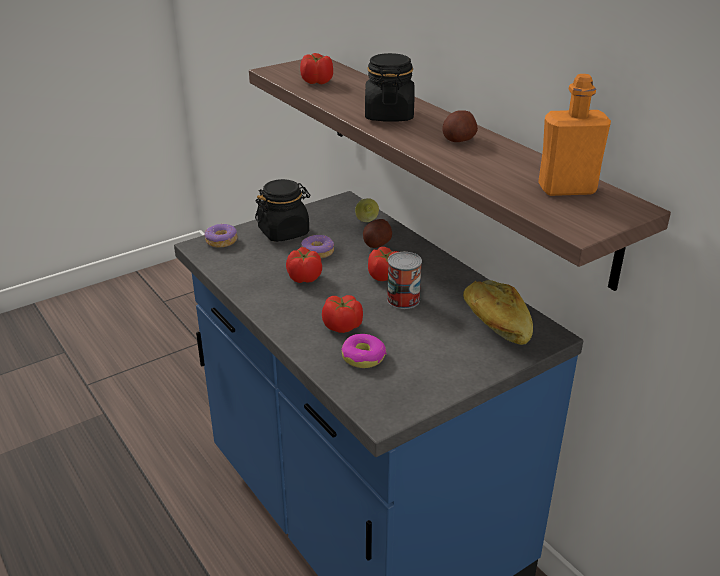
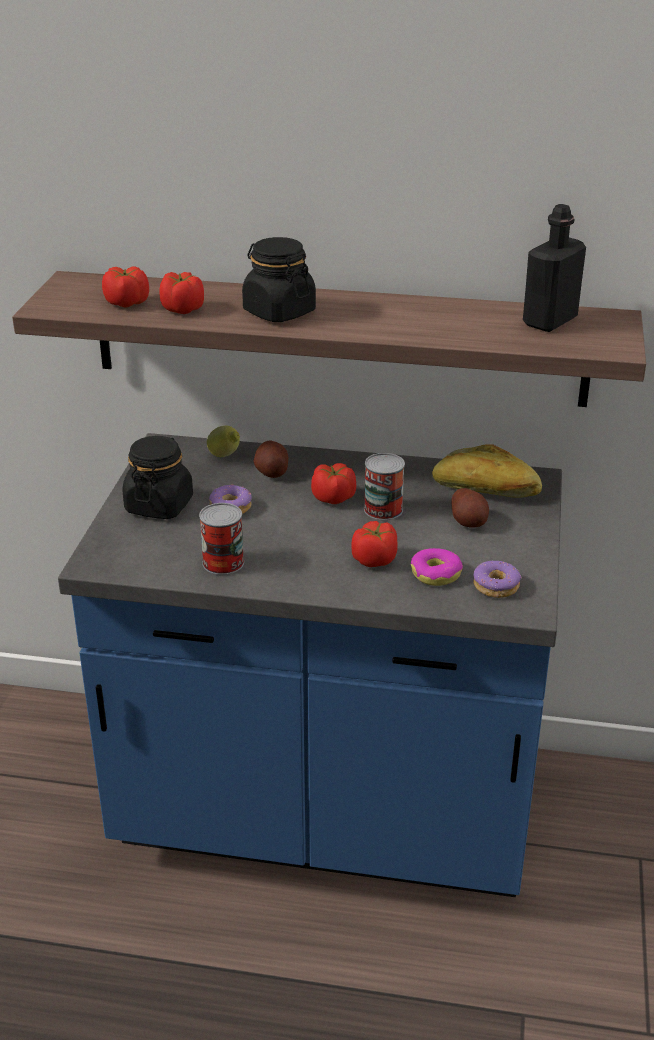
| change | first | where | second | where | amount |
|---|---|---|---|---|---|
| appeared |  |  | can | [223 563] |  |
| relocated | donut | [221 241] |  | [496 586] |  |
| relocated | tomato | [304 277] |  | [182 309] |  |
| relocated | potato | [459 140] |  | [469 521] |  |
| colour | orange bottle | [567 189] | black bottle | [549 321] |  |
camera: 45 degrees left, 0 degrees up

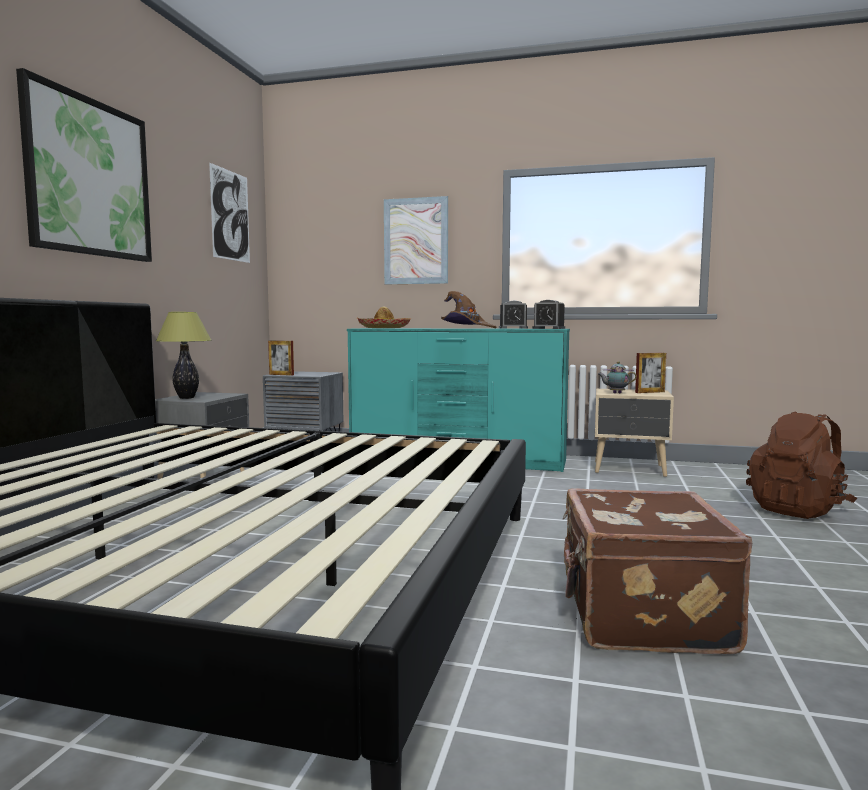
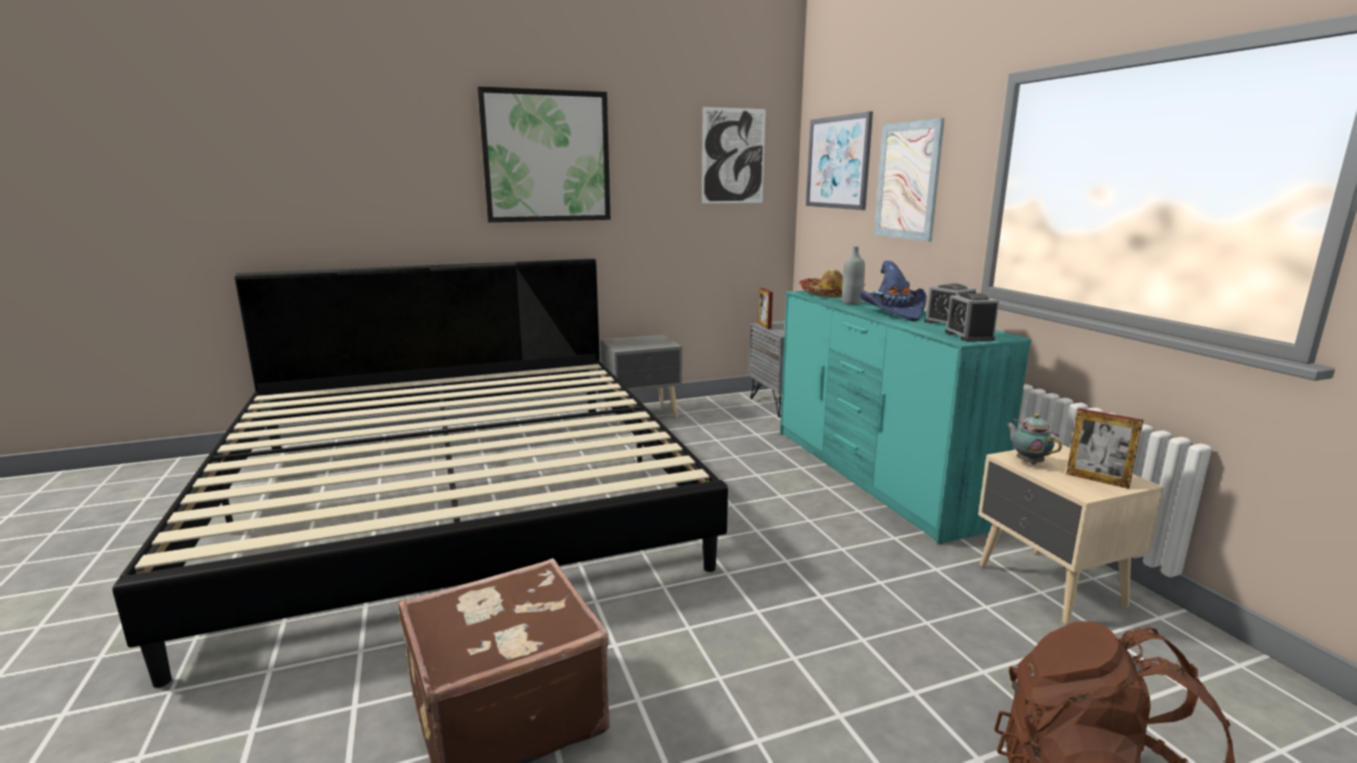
| change | first | where | second | where | amount |
|---|---|---|---|---|---|
| missing | table lamp | [187 398] |  |  |  |
| appeared |  |  | picture | [838 162] |  |
| appeared |  |  | grey bottle | [851 302] |  |
| colour | brown hat | [466 328] | blue hat | [893 313] |  |
camera: 55 degrees right, 10 degrees up

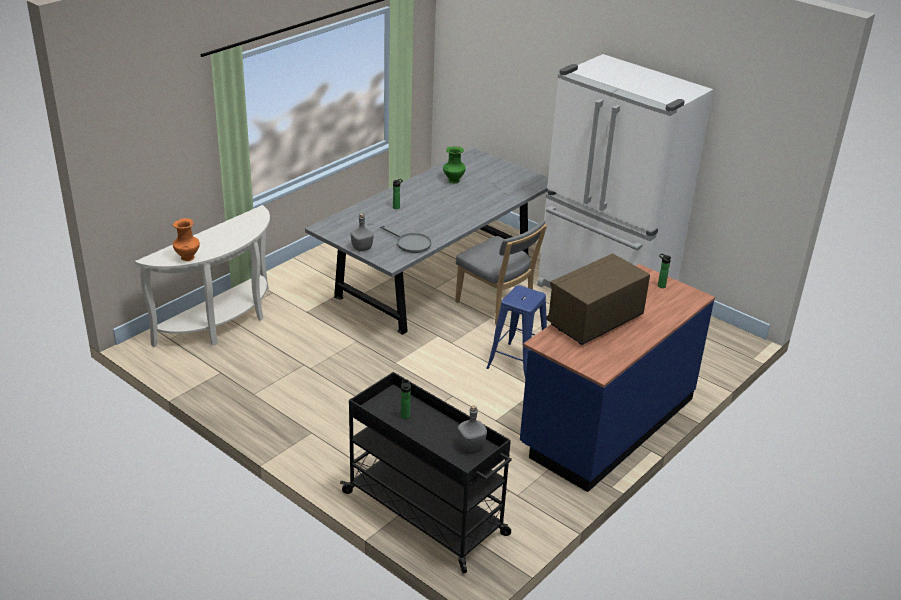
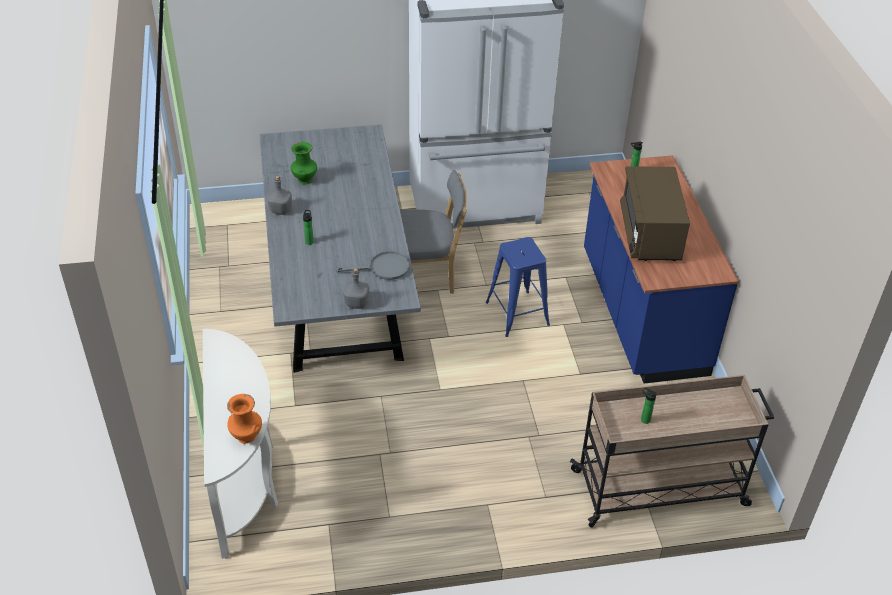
| change | first | where | second | where | amount |
|---|---|---|---|---|---|
| relocated | grey bottle | [471 445] |  | [280 210] |  |
| colour | black cart | [426 514] | beige cart | [661 488] |  |
camera: 50 degrees left, 10 degrees up

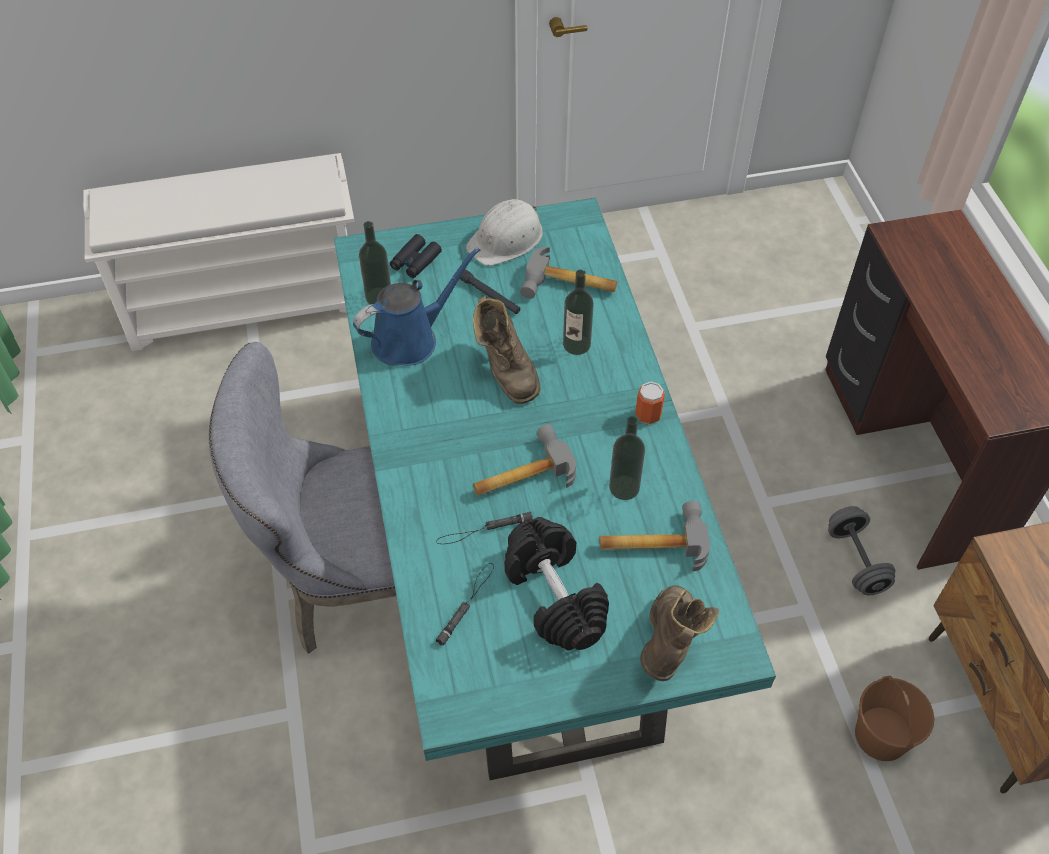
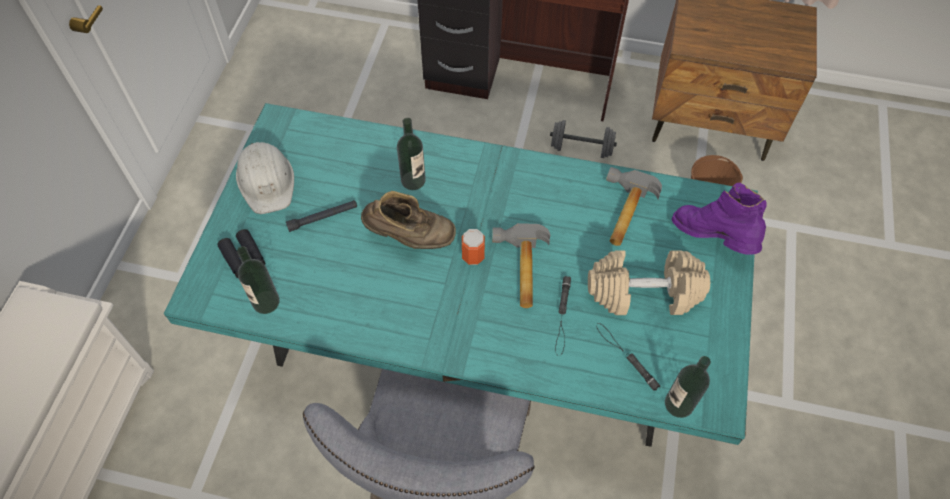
| change | first | where | second | where | amount |
|---|---|---|---|---|---|
| missing | blue watering can | [410 339] |  |  |  |
| missing | hammer | [570 286] |  |  |  |
| relocated | bottle | [624 487] |  | [679 404] |  |
| relocated | can | [648 415] |  | [473 256] |  |
| colour | black dumbbell | [554 596] | beige dumbbell | [643 293] |  |
| colour | brown boot | [669 645] | purple boot | [713 239] |  |
camera: 65 degrees left, 5 degrees up

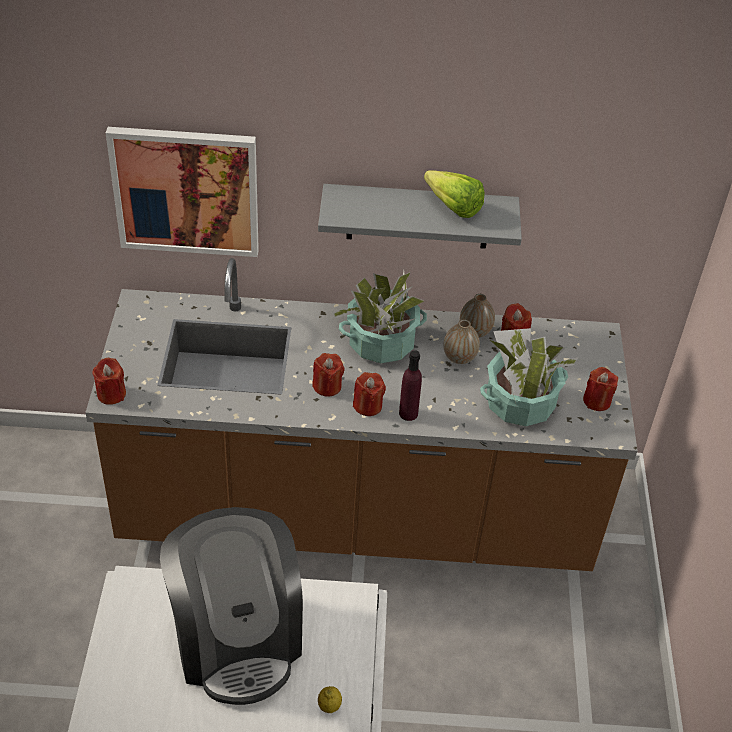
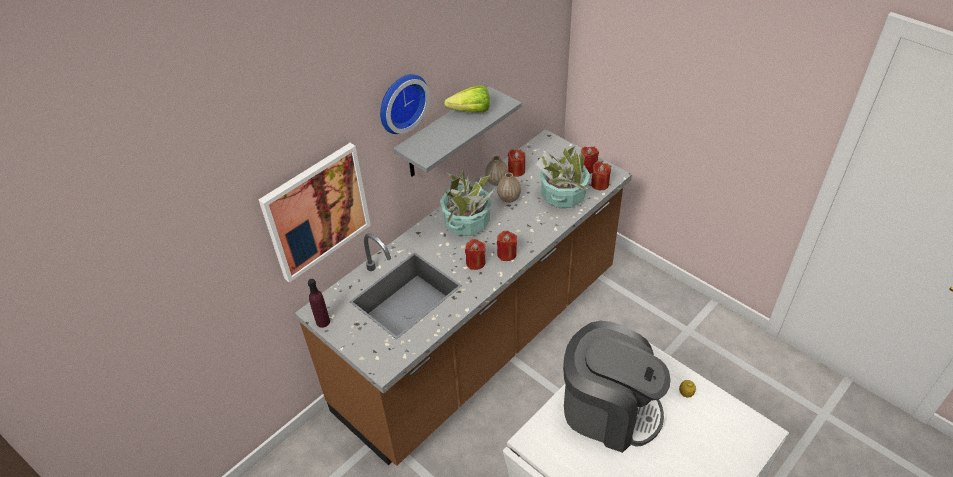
| change | first | where | second | where | amount |
|---|---|---|---|---|---|
| appeared |  |  | wall clock | [400 102] |  |
| relocated | red candle | [111 394] |  | [600 184] |  |
| relocated | purple bottle | [408 413] |  | [323 322] |  |
camera: 45 degrees left, 0 degrees up

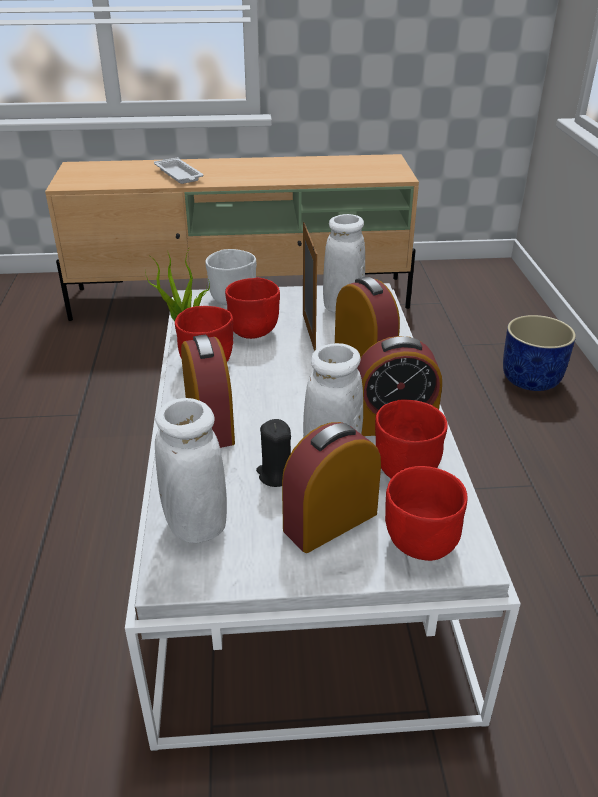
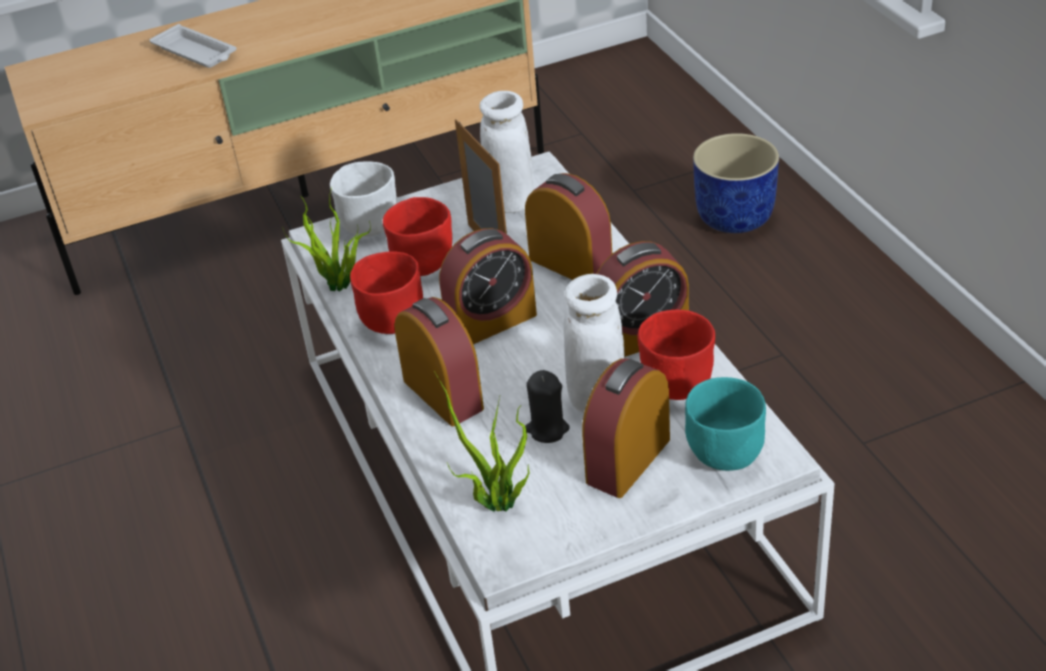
| change | first | where | second | where | amount |
|---|---|---|---|---|---|
| appeared |  |  | alarm clock | [491 322] |  |
| exchanged | white vase | [196 525] | potted plant | [496 505] |  |
| colour | red bowl | [420 545] | turquoise bowl | [724 456] |  |
camera: 15 degrees left, 5 degrees up

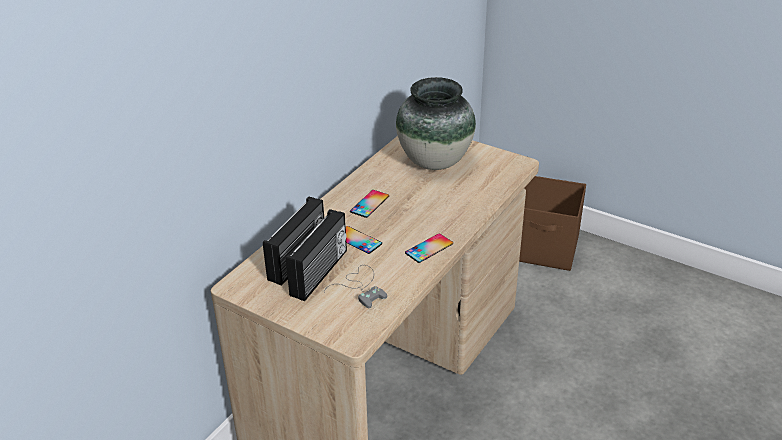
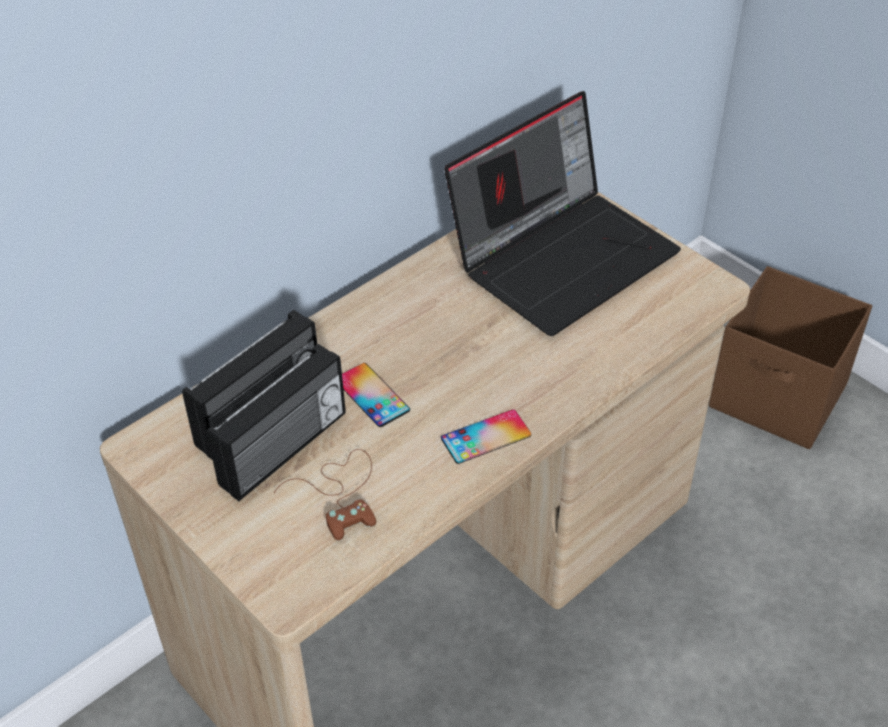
| change | first | where | second | where | amount |
|---|---|---|---|---|---|
| missing | phone | [369 204] |  |  |  |
| exchanged | vase | [434 161] | laptop | [563 256] |  |
| colour | grey game controller | [361 287] | brown game controller | [341 493] |  |
camera: 15 degrees right, 10 degrees up

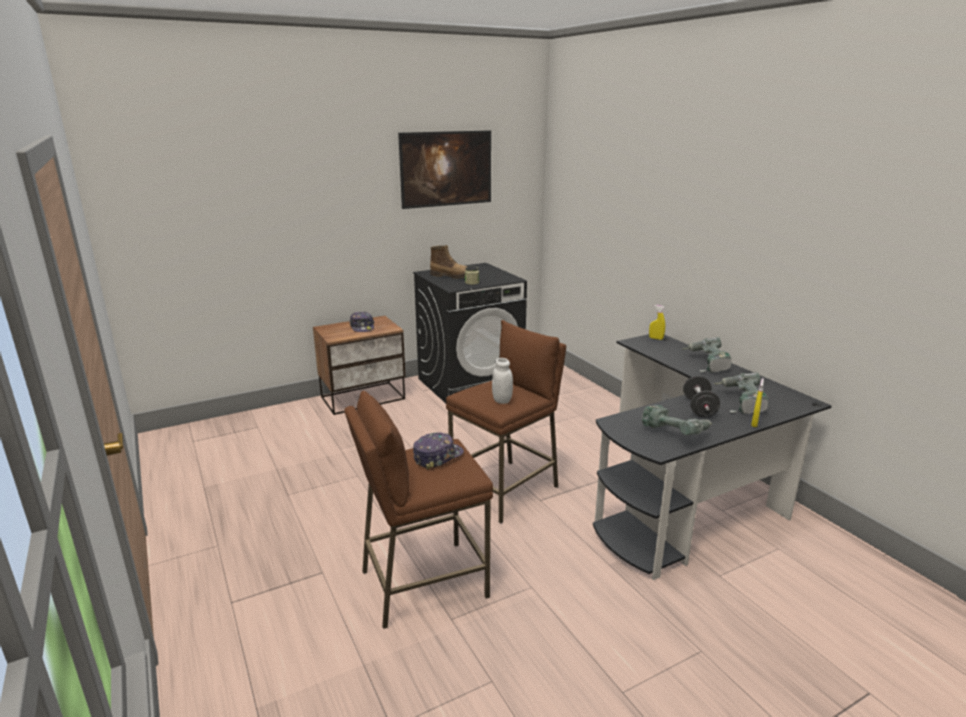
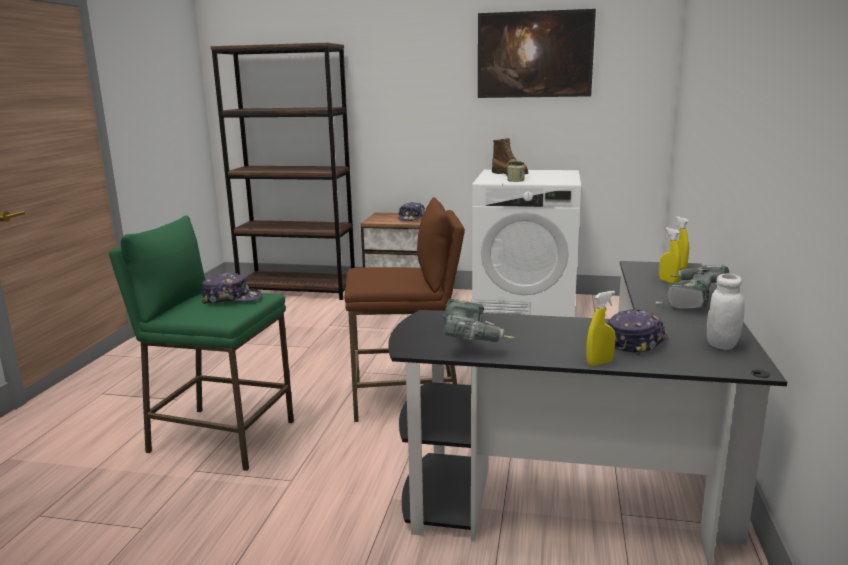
| change | first | where | second | where | amount |
|---|---|---|---|---|---|
| missing | black dumbbell | [699 408] |  |  |  |
| appeared |  |  | brown bookcase | [298 290] |  |
| appeared |  |  | yellow spray bottle | [668 281] |  |
| relocated | white jar | [502 400] |  | [722 345] |  |
| exchanged | power drill | [740 403] | cap | [636 341] |  |
| colour | brown stool | [423 583] | green stool | [221 437] |  |
| colour | black washing machine | [470 384] | white washing machine | [525 308] |  |
camera: 40 degrees right, 5 degrees down

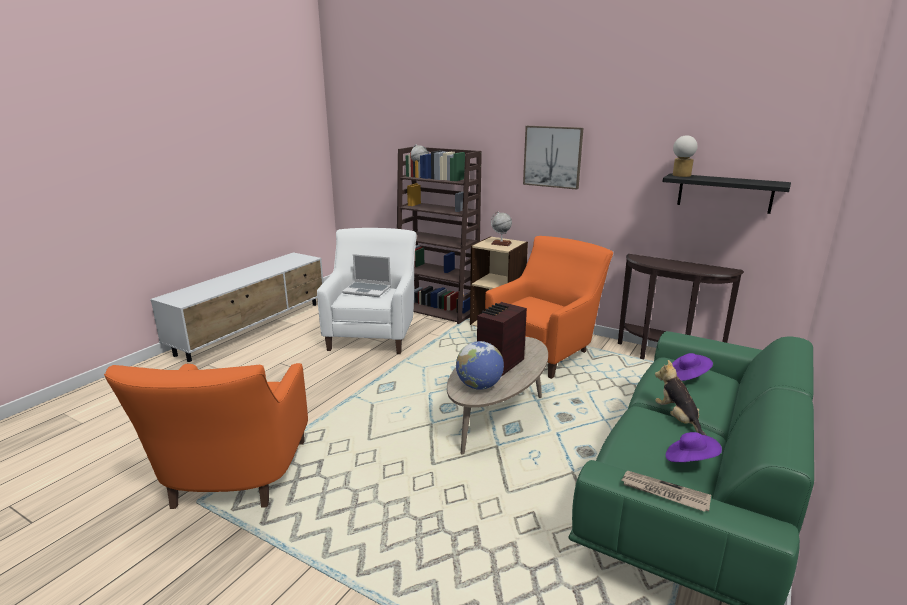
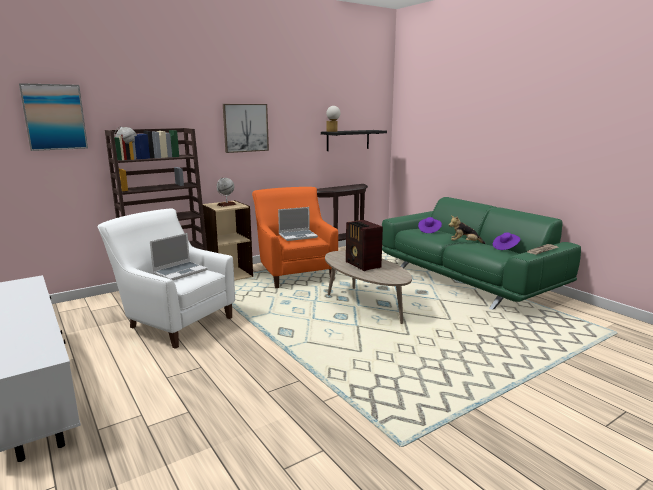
| change | first | where | second | where | amount |
|---|---|---|---|---|---|
| missing | orange armchair | [232 481] |  |  |  |
| missing | globe | [479 386] |  |  |  |
| appeared |  |  | picture | [54 117] |  |
| appeared |  |  | laptop | [298 236] |  |
camera: 65 degrees left, 5 degrees down

